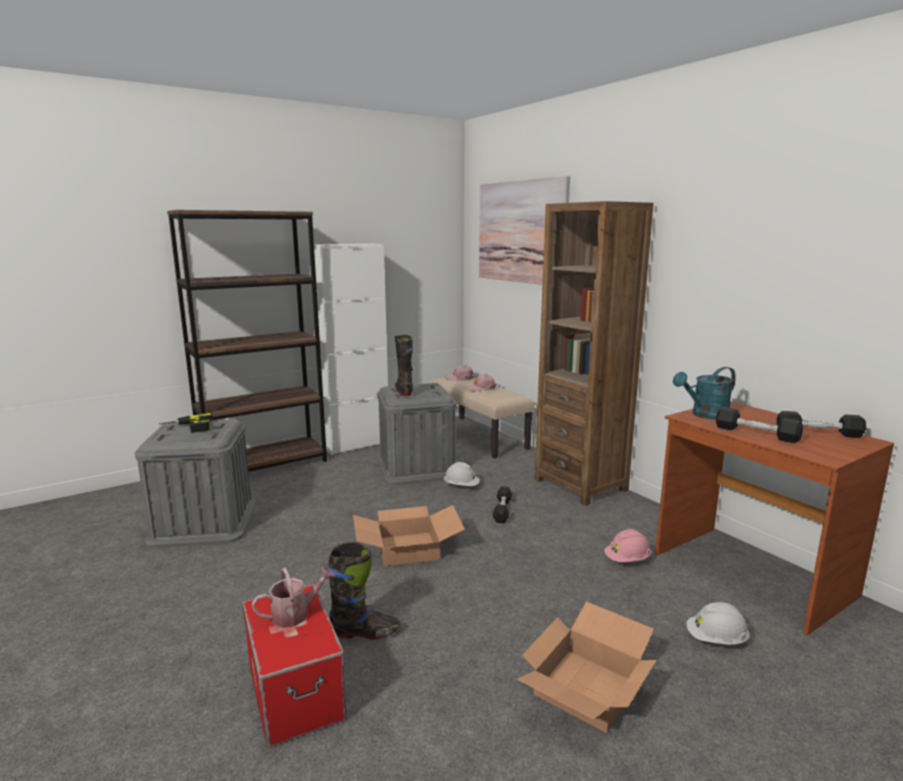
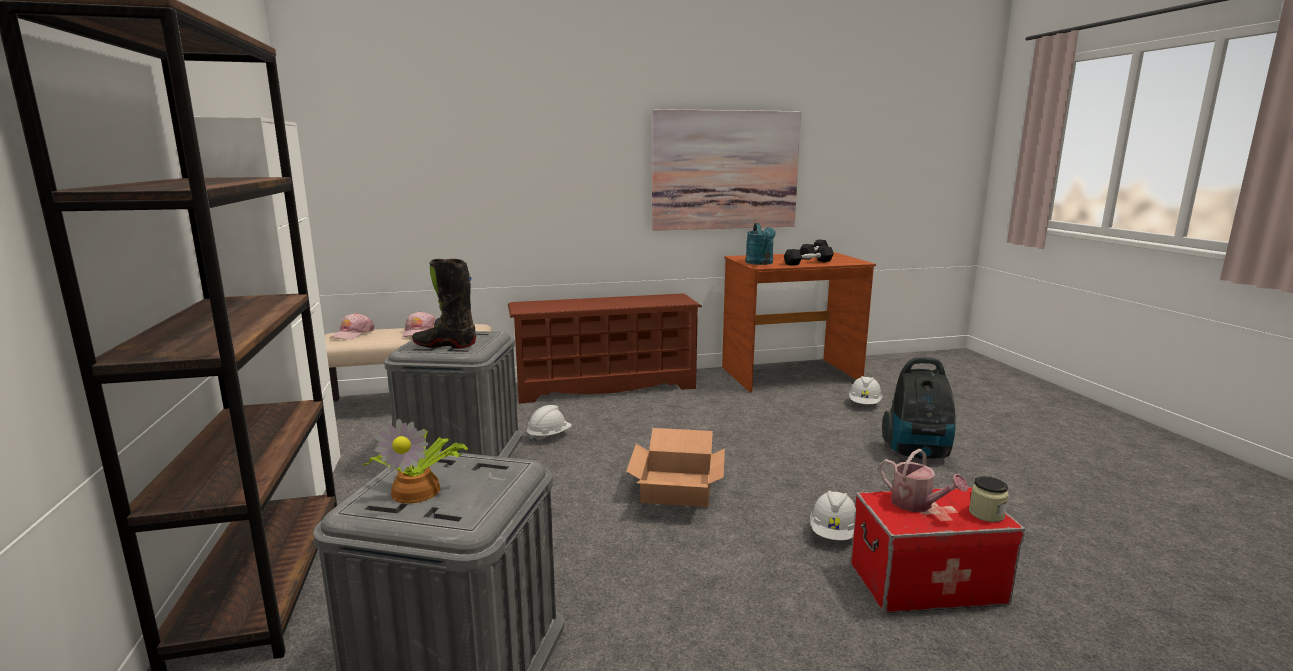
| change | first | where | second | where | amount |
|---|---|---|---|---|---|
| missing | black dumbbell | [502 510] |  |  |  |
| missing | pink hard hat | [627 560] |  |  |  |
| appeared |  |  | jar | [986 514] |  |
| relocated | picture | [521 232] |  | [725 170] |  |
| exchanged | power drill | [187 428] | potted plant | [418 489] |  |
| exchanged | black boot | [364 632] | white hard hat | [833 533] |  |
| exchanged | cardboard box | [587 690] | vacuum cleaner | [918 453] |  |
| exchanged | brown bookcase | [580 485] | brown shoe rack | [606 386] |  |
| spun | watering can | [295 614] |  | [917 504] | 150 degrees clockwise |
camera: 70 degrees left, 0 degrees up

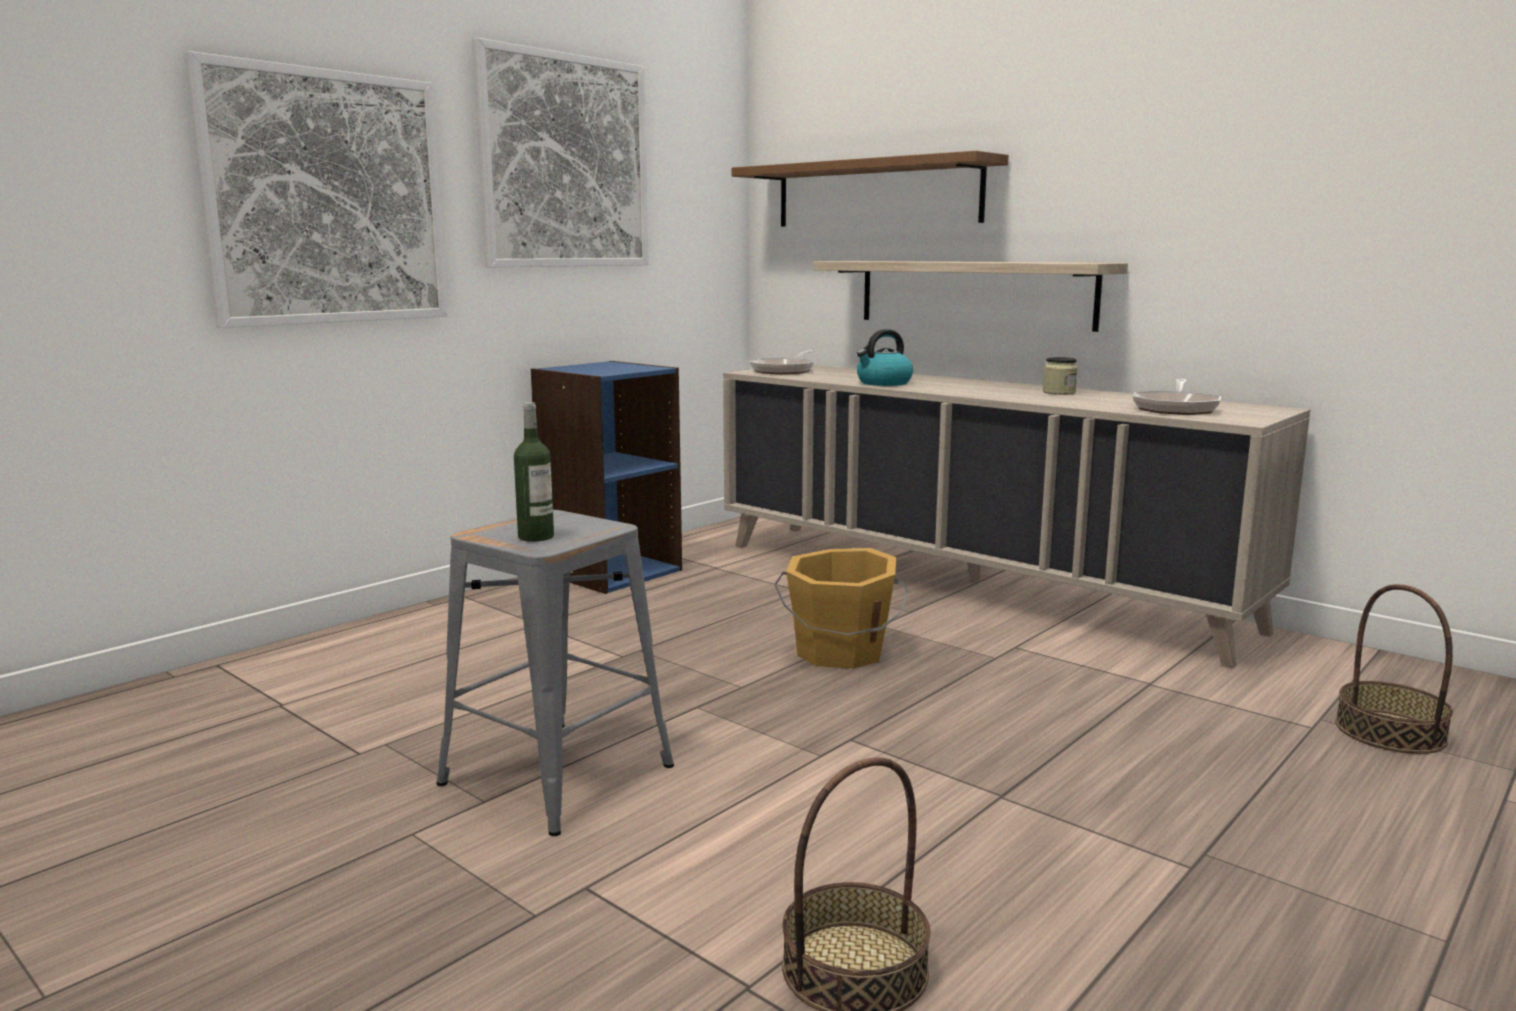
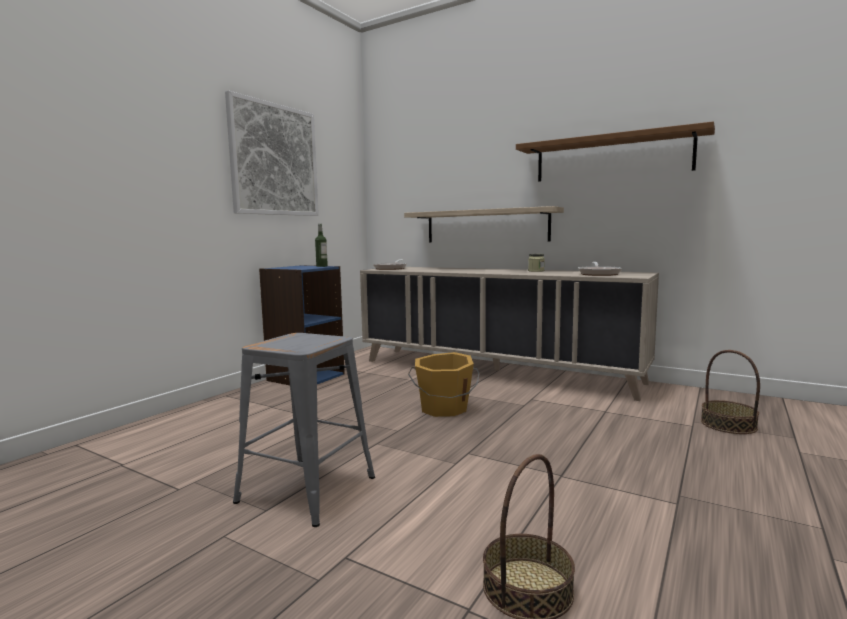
| change | first | where | second | where | amount |
|---|---|---|---|---|---|
| missing | picture | [326 198] |  |  |  |
| missing | kettle | [883 383] |  |  |  |
| relocated | bottle | [536 537] |  | [322 266] |  |
| relocated | brown shelf | [876 194] |  | [611 158] |  |
camera: 10 degrees left, 5 degrees down

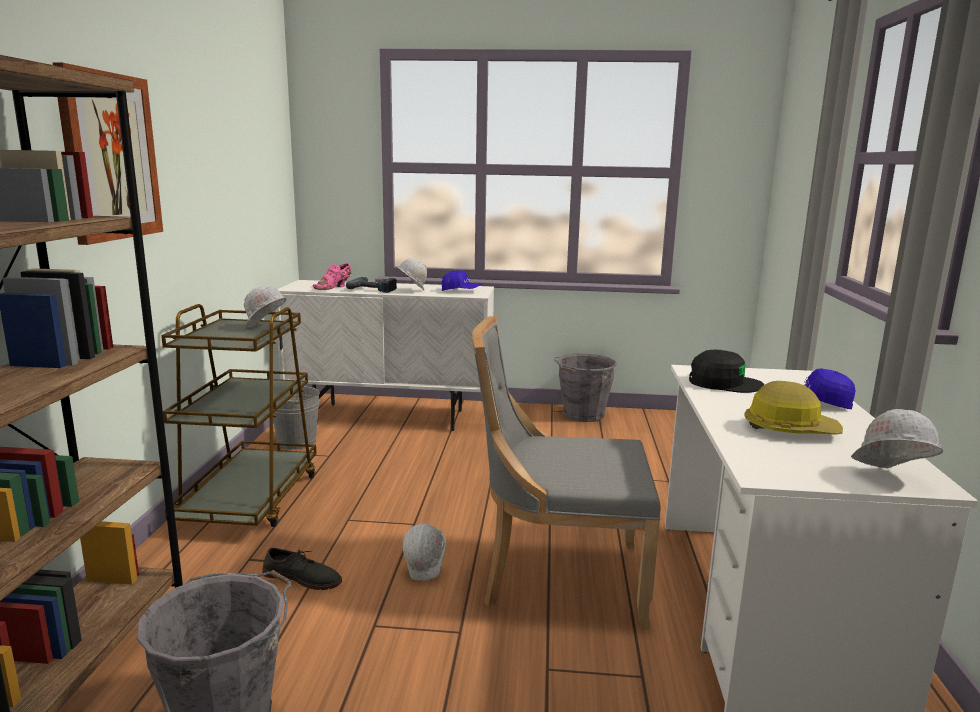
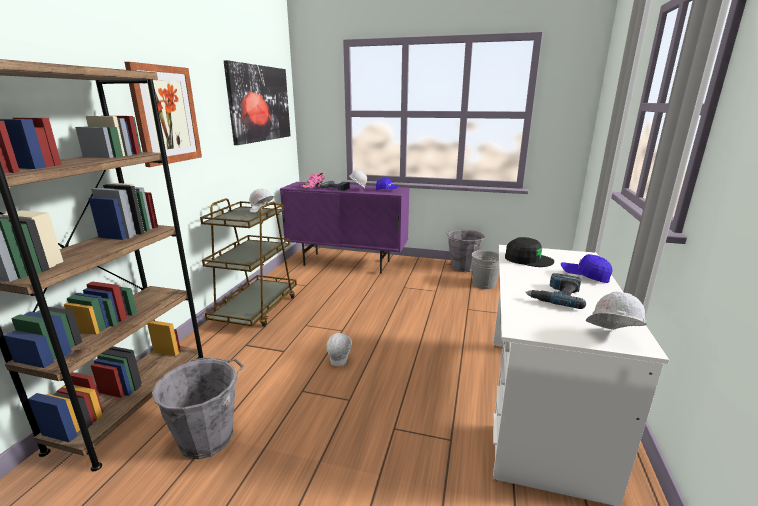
| change | first | where | second | where | amount |
|---|---|---|---|---|---|
| missing | grey shoe | [302 577] |  |  |  |
| missing | grey chair | [557 578] |  |  |  |
| appeared |  |  | picture | [260 103] |  |
| relocated | grey bucket | [296 442] |  | [484 284] |  |
| exchanged | hard hat | [789 429] | power drill | [556 296] |  |
| colour | white cabinet | [390 417] | purple cabinet | [347 263] |  |
camera: 10 degrees right, 5 degrees up

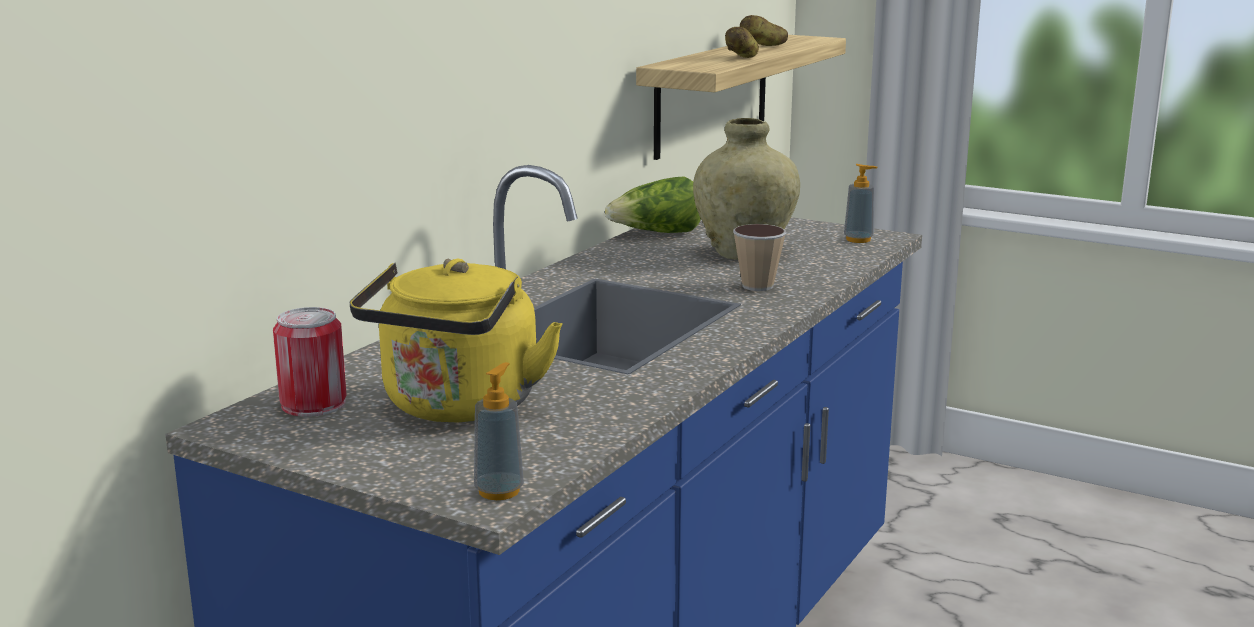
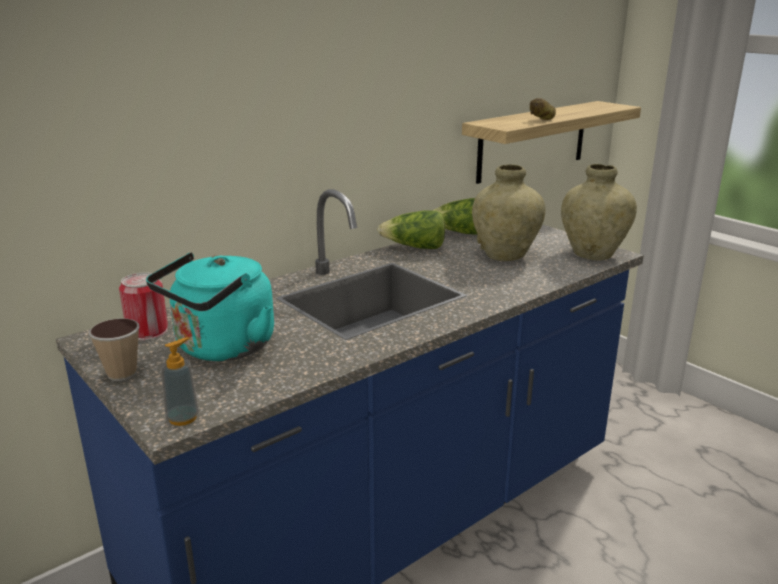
| change | first | where | second | where | amount |
|---|---|---|---|---|---|
| missing | potato | [763 45] |  |  |  |
| appeared |  |  | lettuce | [415 248] |  |
| relocated | cup | [757 286] |  | [122 374] |  |
| exchanged | soap dispenser | [858 240] | beige vase | [593 254] |  |
| colour | yellow kettle | [458 408] | turquoise kettle | [221 348] |  |
camera: 20 degrees right, 5 degrees up

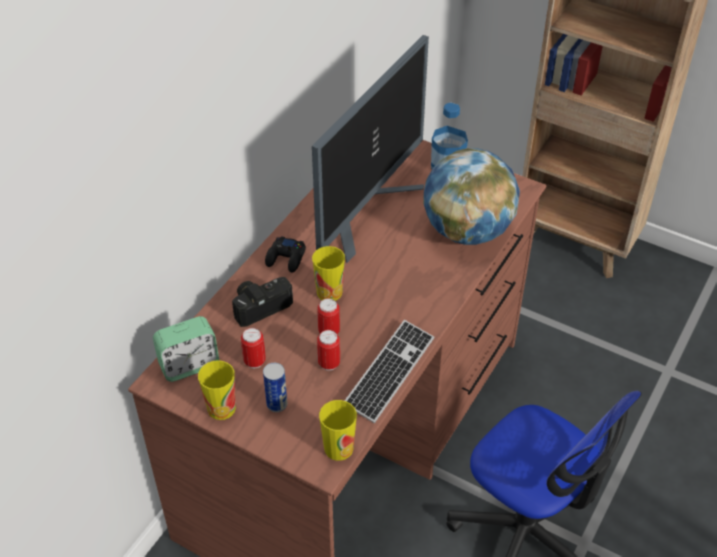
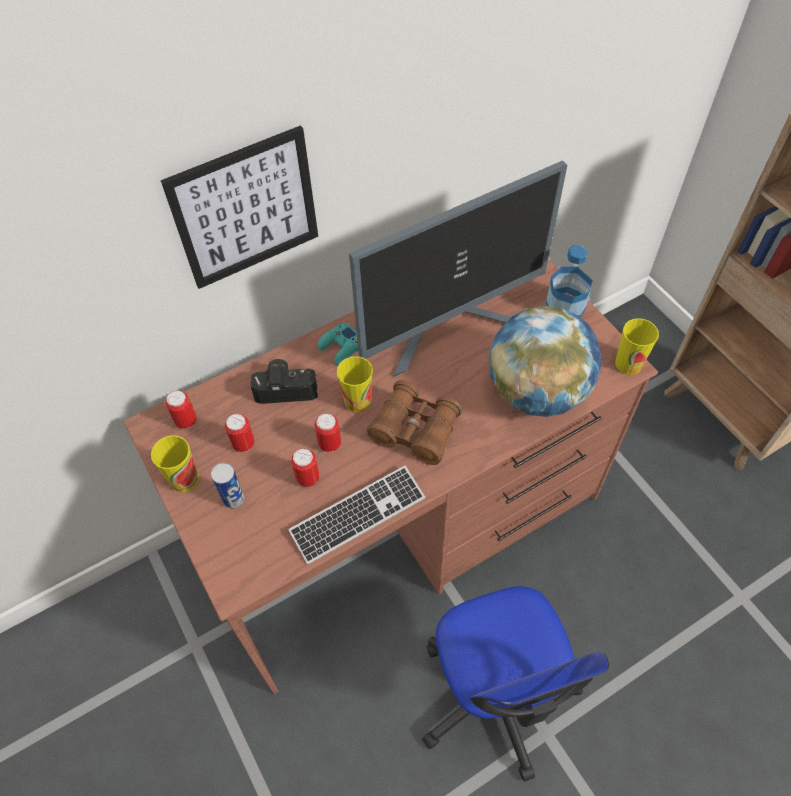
| change | first | where | second | where | amount |
|---|---|---|---|---|---|
| appeared |  |  | picture | [246 209] |  |
| appeared |  |  | brown binoculars | [415 430] |  |
| relocated | cup | [338 448] |  | [628 363] |  |
| exchanged | alarm clock | [189 365] | can | [186 421] |  |
| colour | black game controller | [286 258] | turquoise game controller | [341 347] |  |
camera: 30 degrees right, 10 degrees up

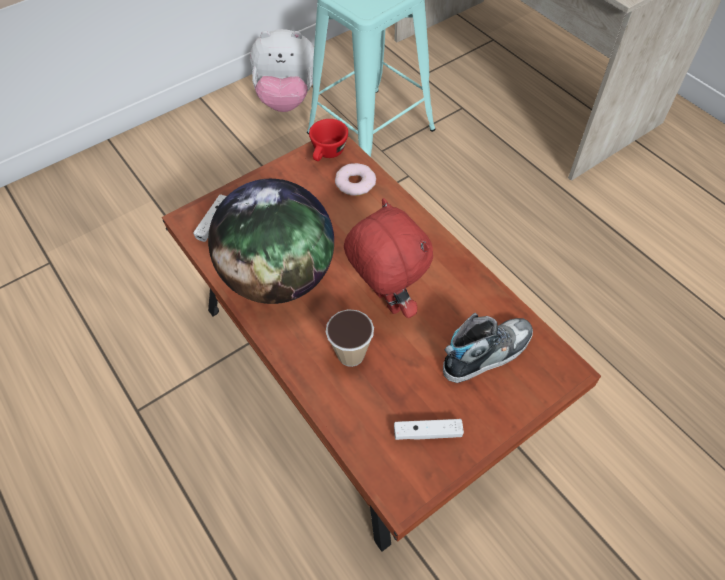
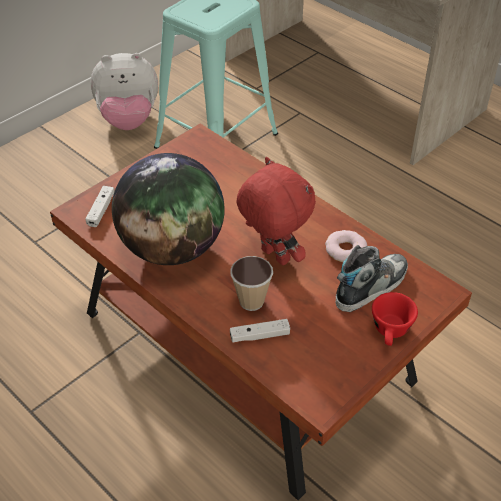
| change | first | where | second | where | amount |
|---|---|---|---|---|---|
| relocated | red cup | [327 154] |  | [391 332] |  |
| relocated | donut | [355 183] |  | [345 250] |  |
| relocated | white game controller | [427 433] |  | [259 336] |  |
camera: 10 degrees left, 10 degrees down

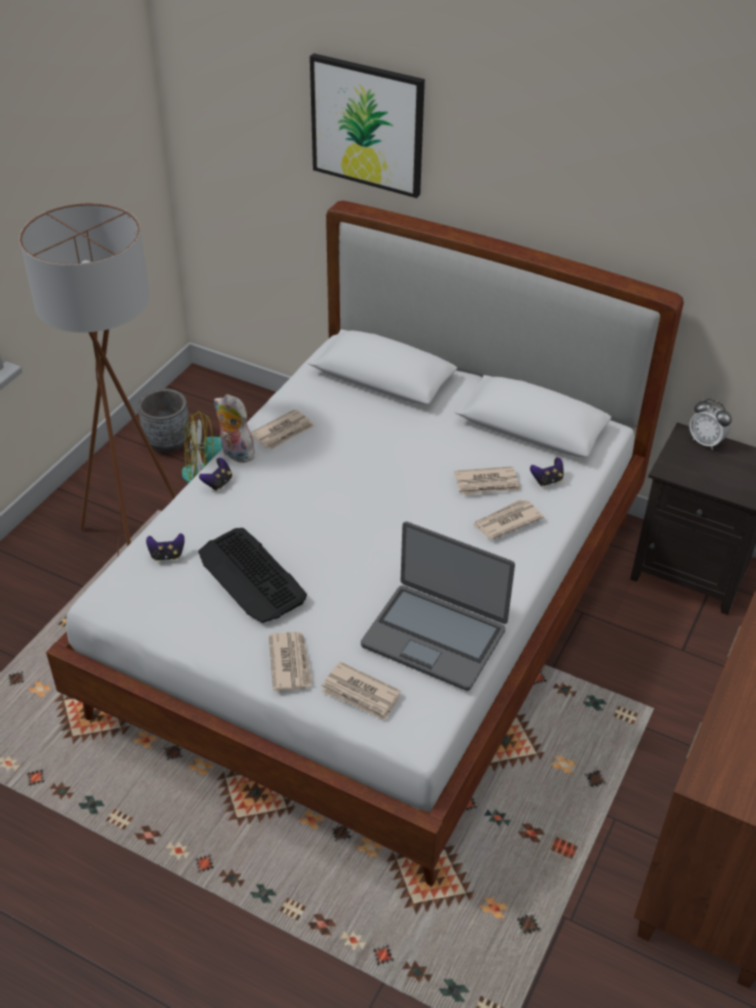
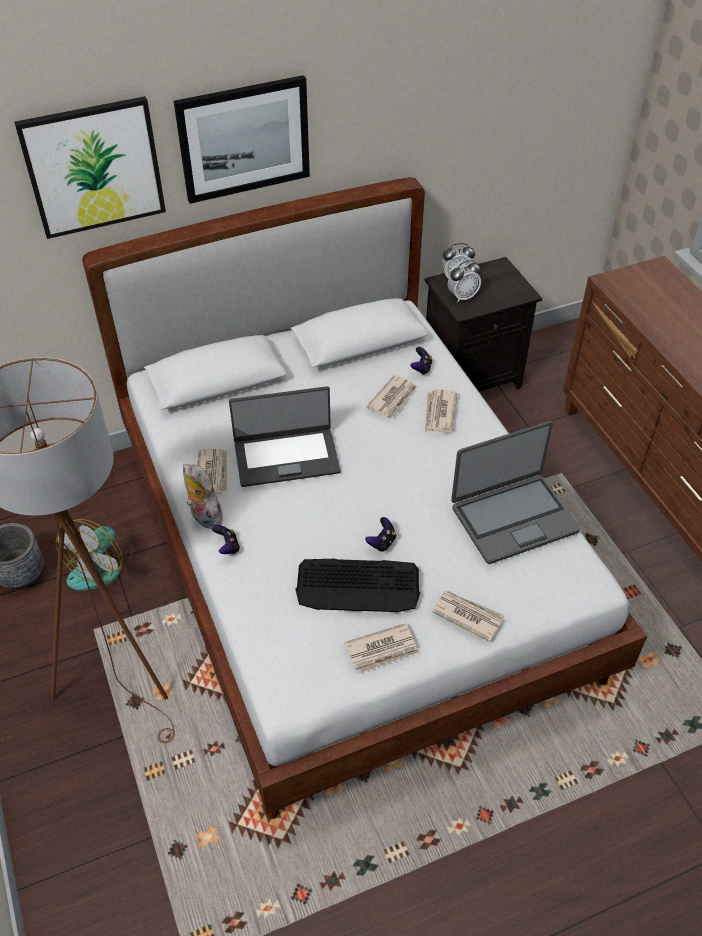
| change | first | where | second | where | amount |
|---|---|---|---|---|---|
| appeared |  |  | picture | [244 139] |  |
| appeared |  |  | laptop | [286 456] |  |
| appeared |  |  | alarm clock | [462 296] |  |
| relocated | game controller | [167 555] |  | [382 542] |  |
| relocated | newspaper | [361 694] |  | [382 650] |  |
| spun | plush toy | [235 453] |  | [203 516] | 60 degrees clockwise |
camera: 50 degrees left, 5 degrees up

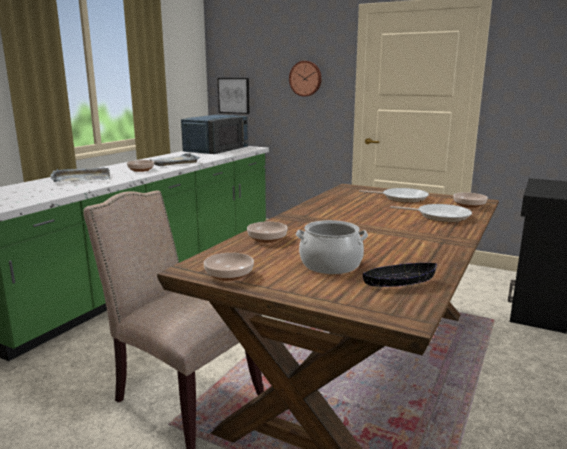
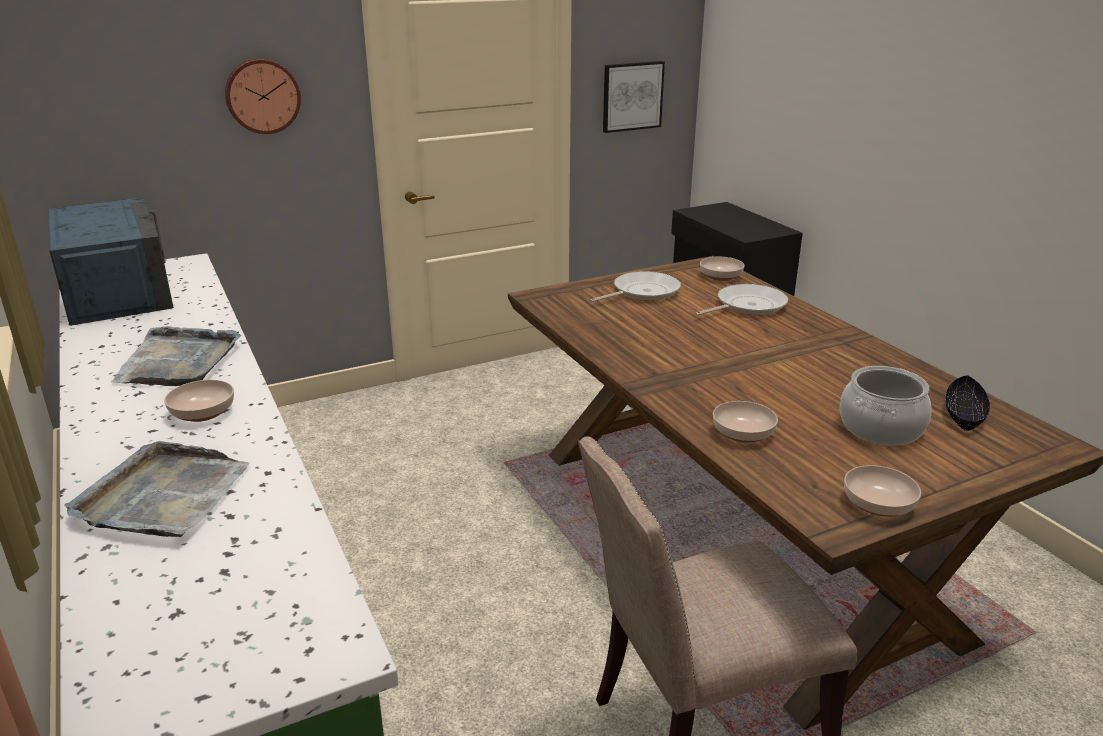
| change | first | where | second | where | amount |
|---|---|---|---|---|---|
| relocated | picture | [234 95] |  | [632 96] |  |
camera: 55 degrees left, 10 degrees up

